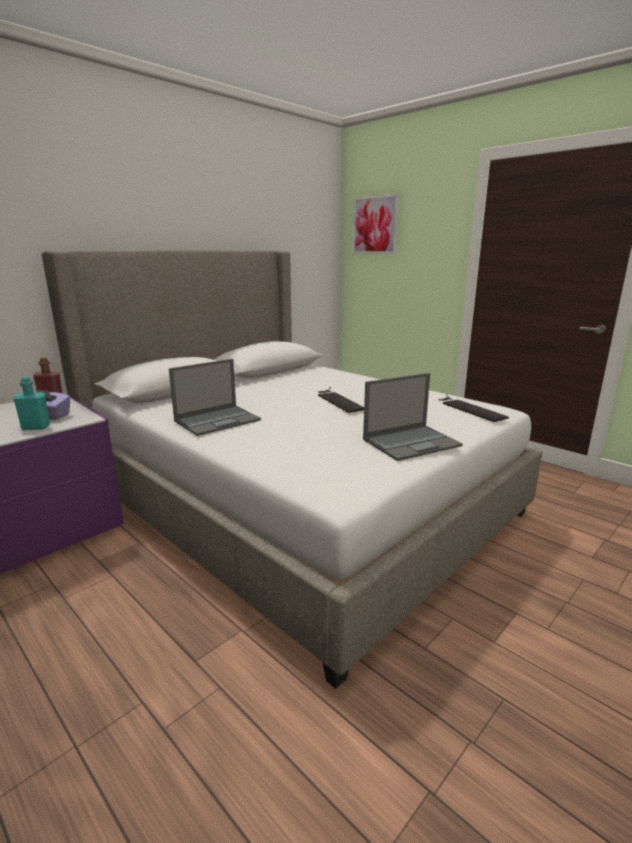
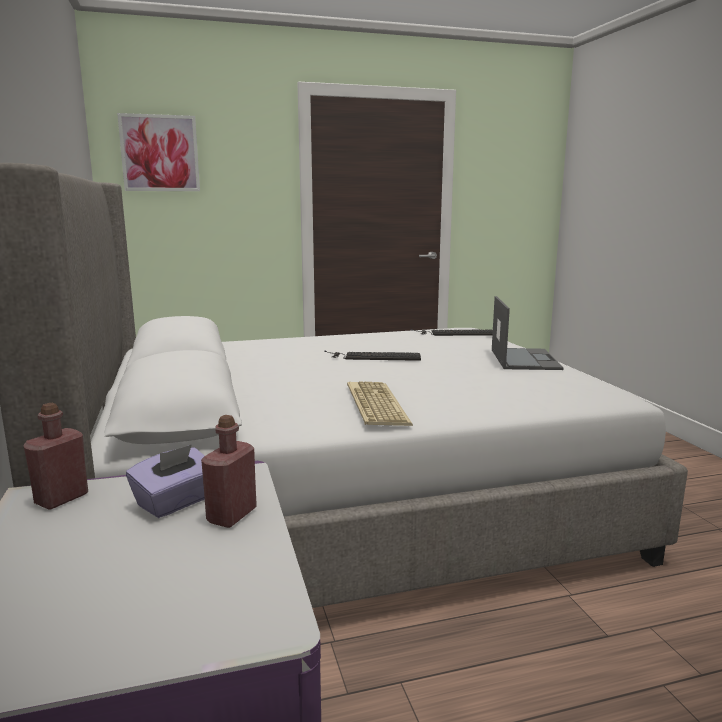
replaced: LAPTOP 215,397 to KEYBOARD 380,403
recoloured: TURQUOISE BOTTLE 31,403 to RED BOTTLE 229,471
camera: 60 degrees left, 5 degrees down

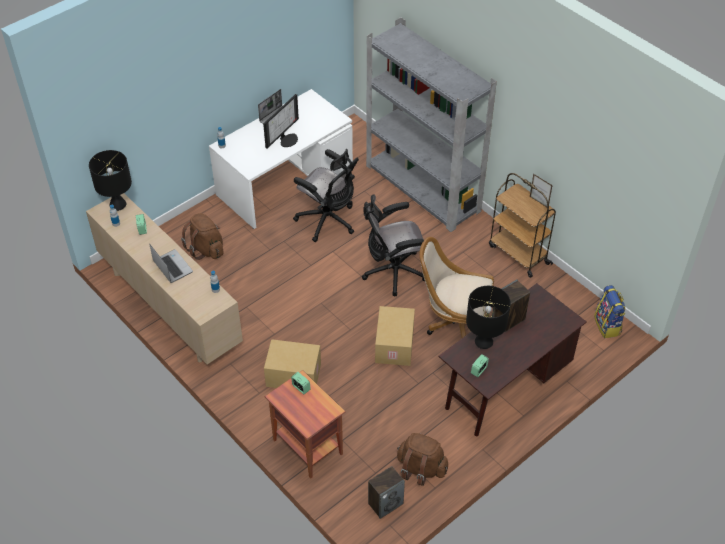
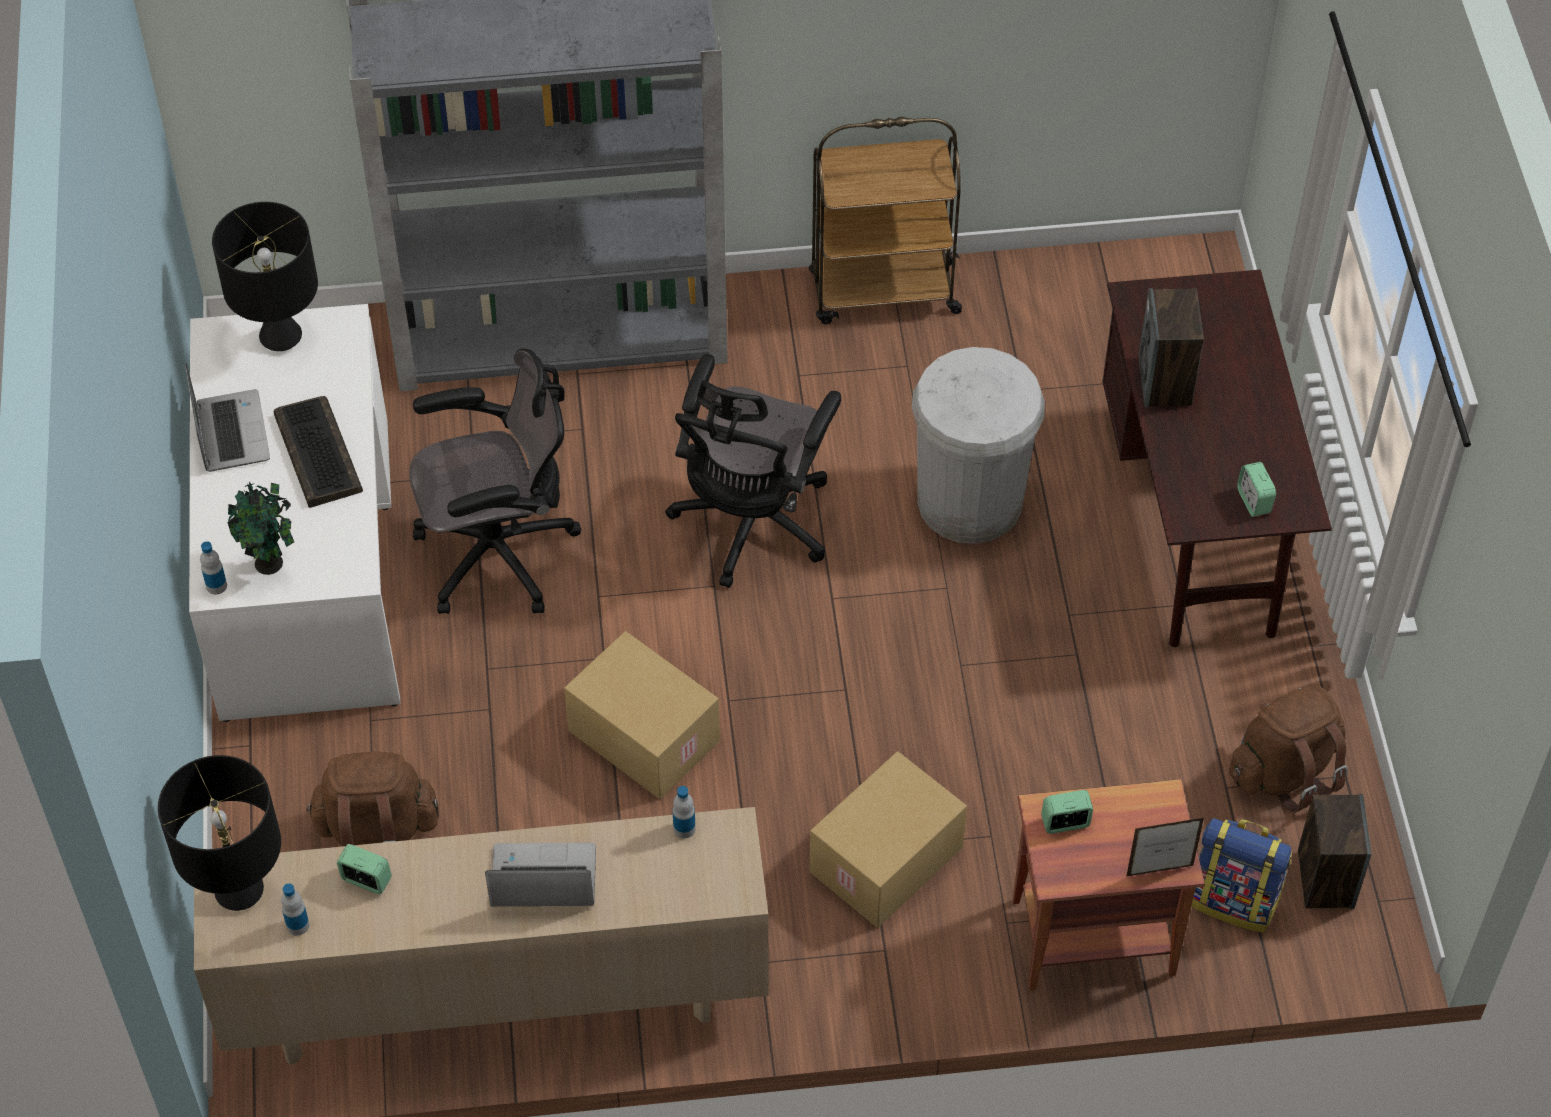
added: POTTED PLANT 261,528
moved: CARDBOARD BOX 395,336 to 642,715; BLACK TABLE LAMP 488,317 to 265,276; PICTURE FRAME 541,190 to 1165,847; BACKPACK 610,311 to 1241,875
replaced: MONITOR 281,121 to KEYBOARD 318,452; OFFICE CHAIR 457,287 to WHITE TRASH CAN 978,445
camera: 55 degrees left, 5 degrees up

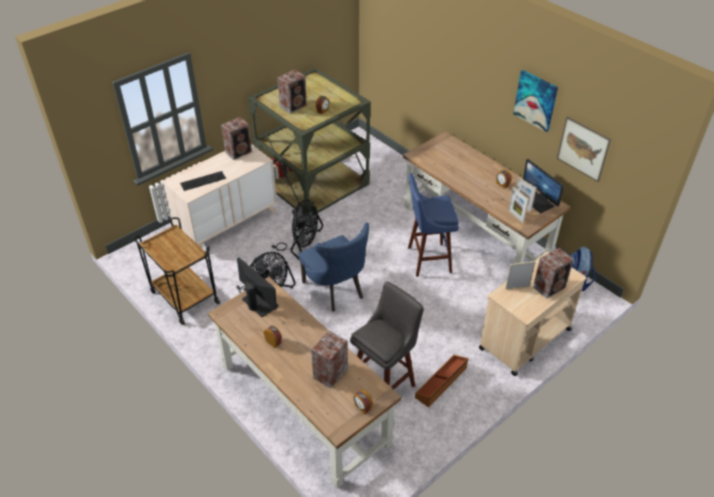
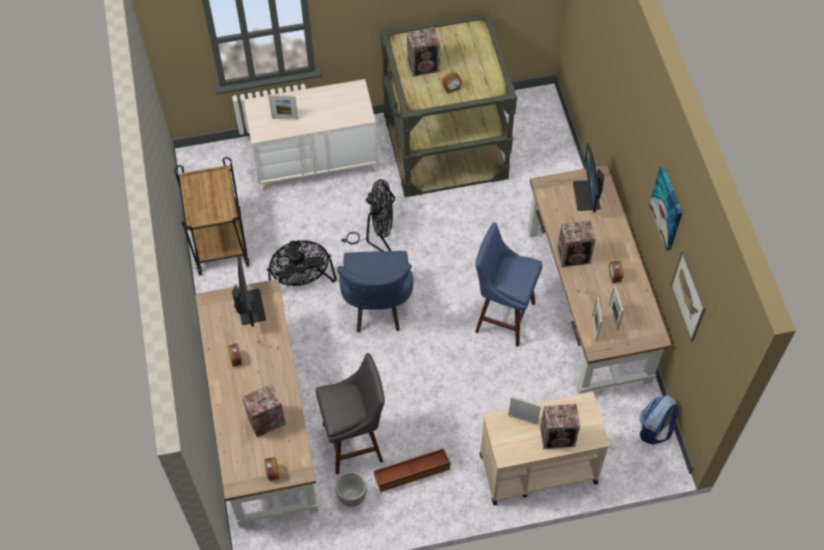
added: PLANTER 351,489
moved: SPEAKER 236,138 to 576,243; MONITOR 543,186 to 588,178
replaced: KEYBOARD 203,181 to PICTURE FRAME 283,107
turned: BLACK FAN 297,229 = 368,215 45 degrees counterclockwise
camera: 30 degrees right, 15 degrees up

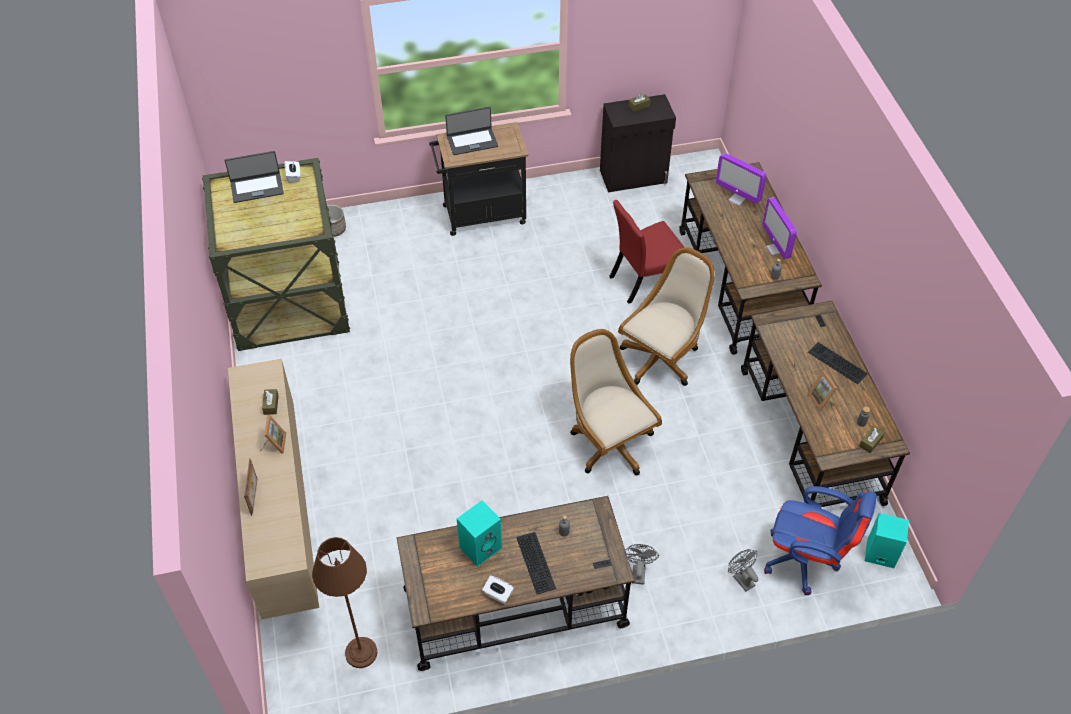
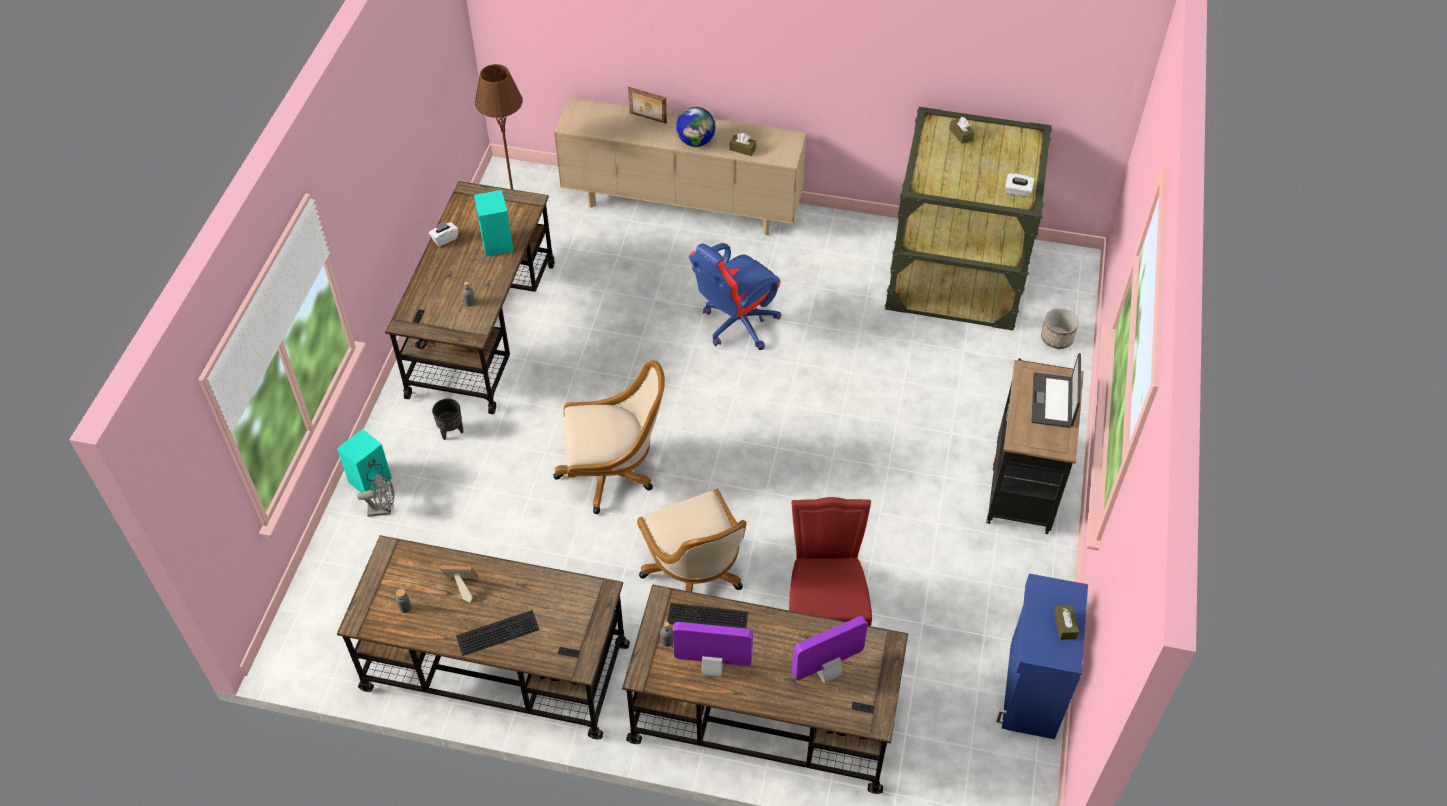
removed: LAPTOP 254,177
moved: KEYBOARD 536,563 to 707,615; BLUE OFFICE CHAIR 820,540 to 735,296; BROWN TISSUE BOX 872,439 to 961,130; TURQUOISE SPEAKER 887,540 to 364,461
replaced: PICTURE FRAME 273,434 to GLOBE 695,127; GREY FAN 642,564 to BLACK PLANTER 447,419
recoloured: BLACK CABINET 638,143 to BLUE CABINET 1042,656
camera: 115 degrees right, 0 degrees up

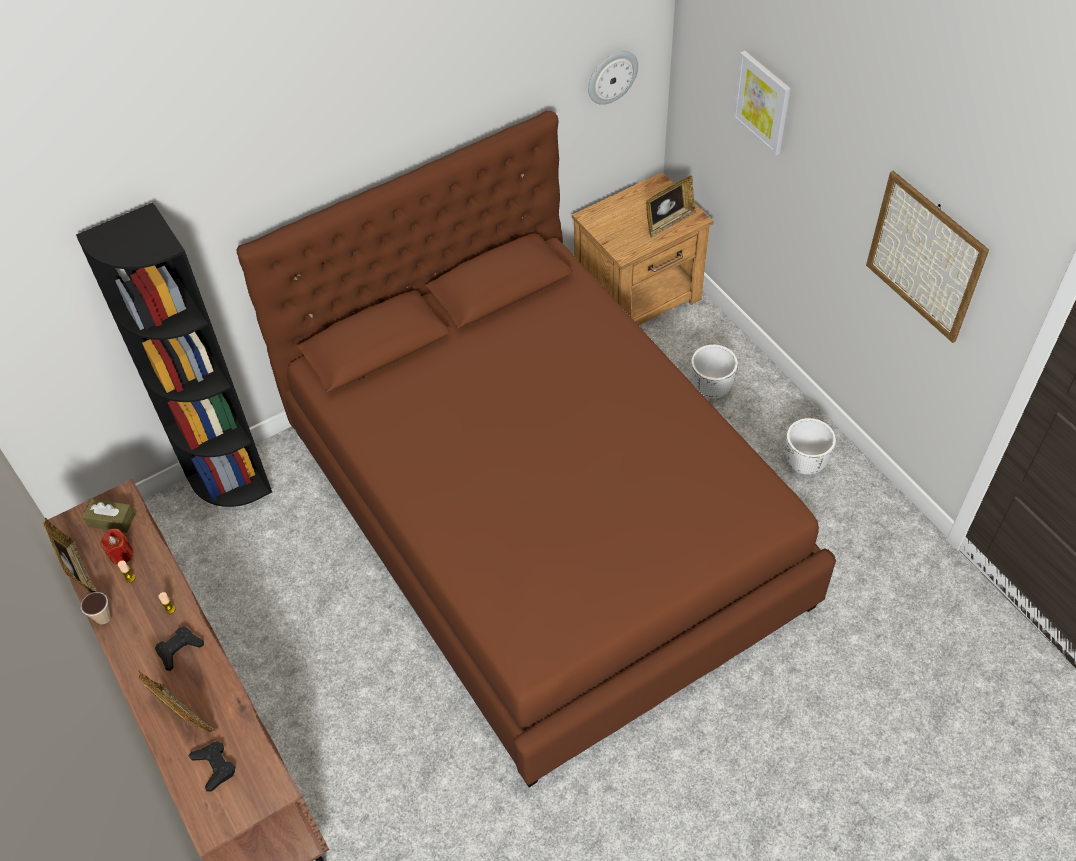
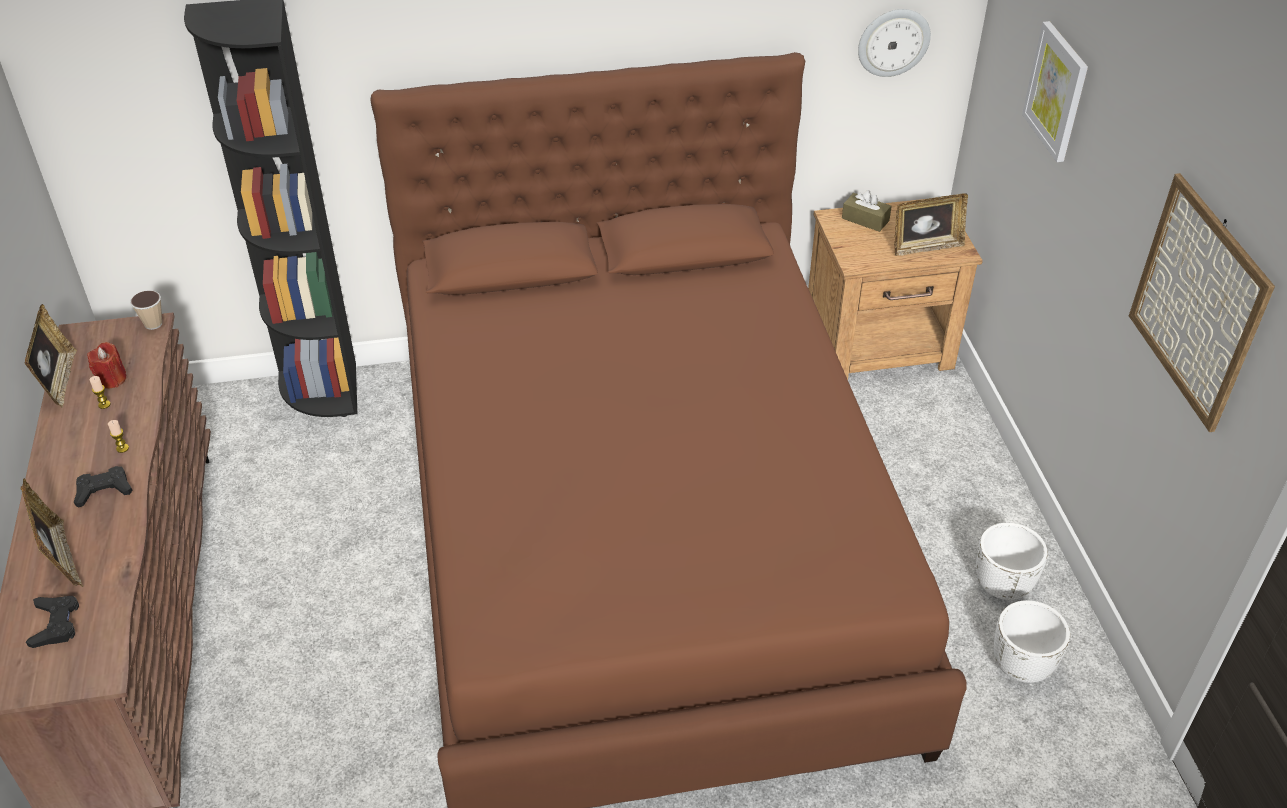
moved: CUP 96,608 to 146,310; BROWN TISSUE BOX 108,516 to 867,211; WHITE PLANTER 714,372 to 1032,641
camera: 20 degrees right, 10 degrees down

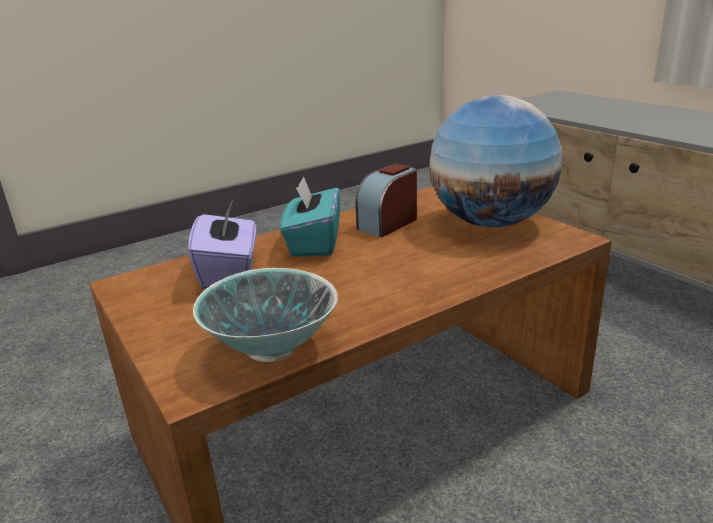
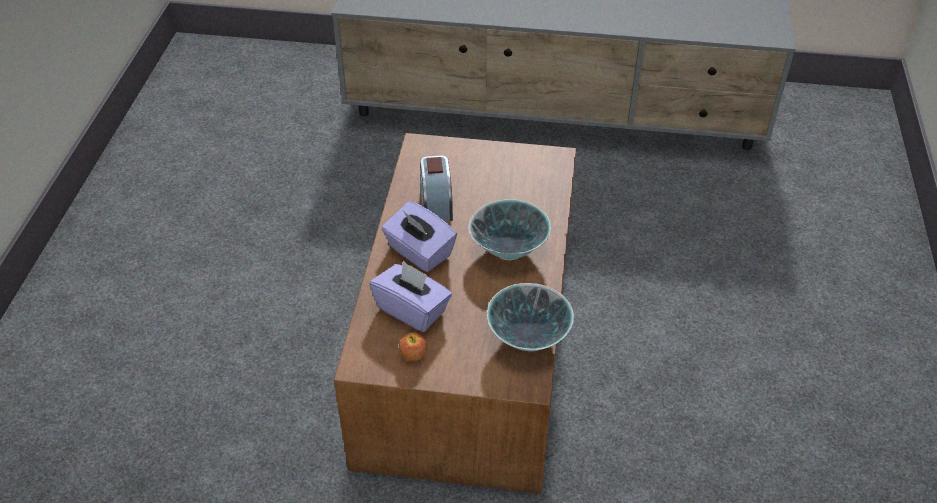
removed: GLOBE 496,161
added: APPLE 413,346; BOWL 509,229
recoloured: TURQUOISE TISSUE BOX 310,216 to PURPLE TISSUE BOX 419,236
camera: 50 degrees left, 20 degrees up

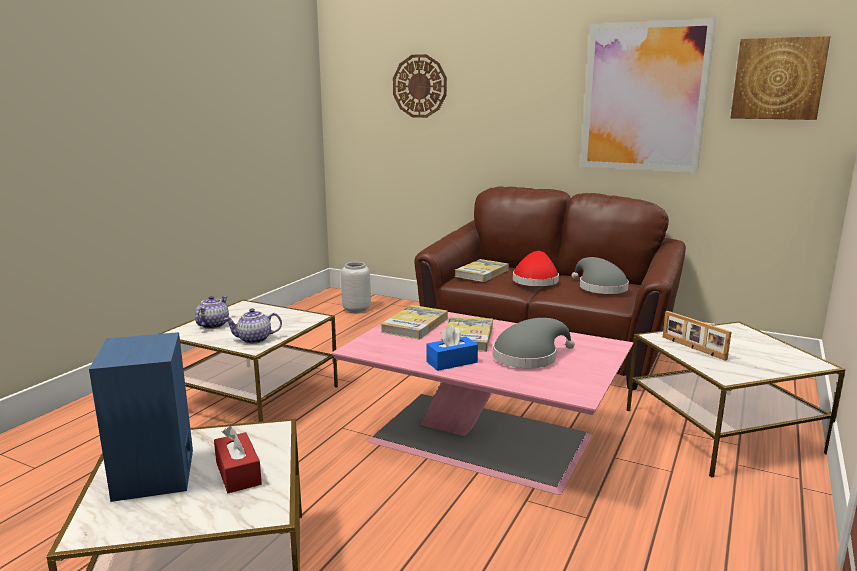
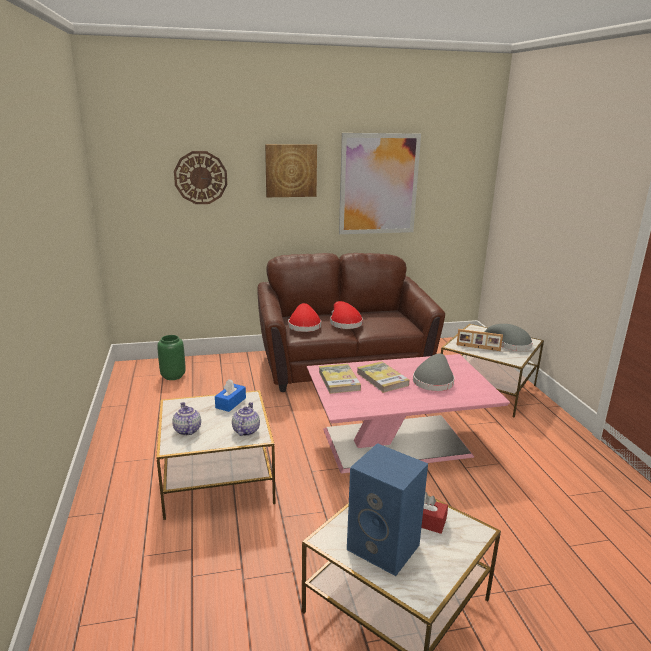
moved: BLUE TISSUE BOX 452,348 to 230,395; GREY HAT 600,275 to 509,337; PICTURE 780,78 to 291,170
replaced: BOOK 481,270 to RED HAT 304,317
recoloured: GREY VASE 356,287 to GREEN VASE 171,357
turned: TEAPOT 253,326 = 246,419 150 degrees clockwise
camera: 40 degrees left, 5 degrees up

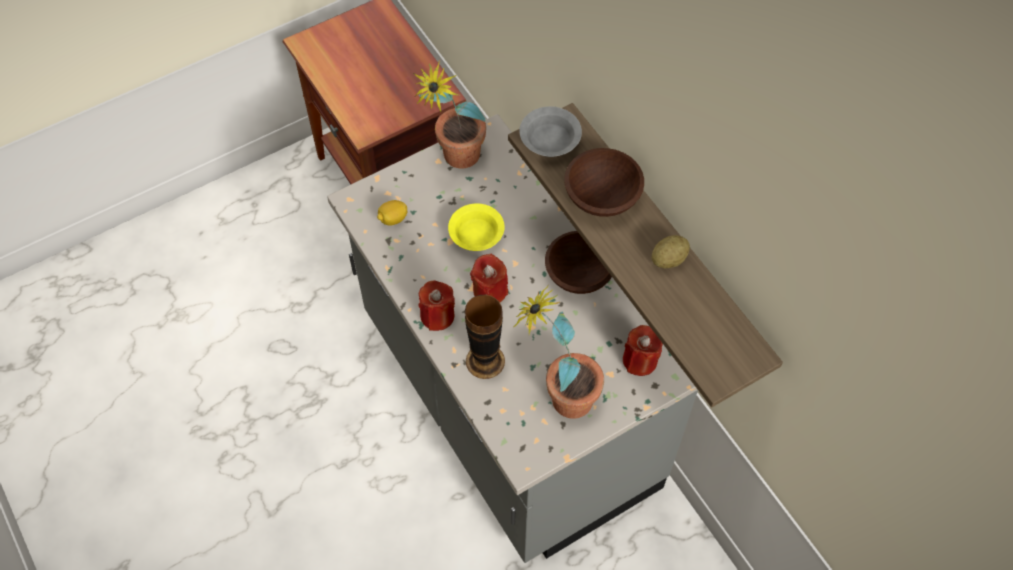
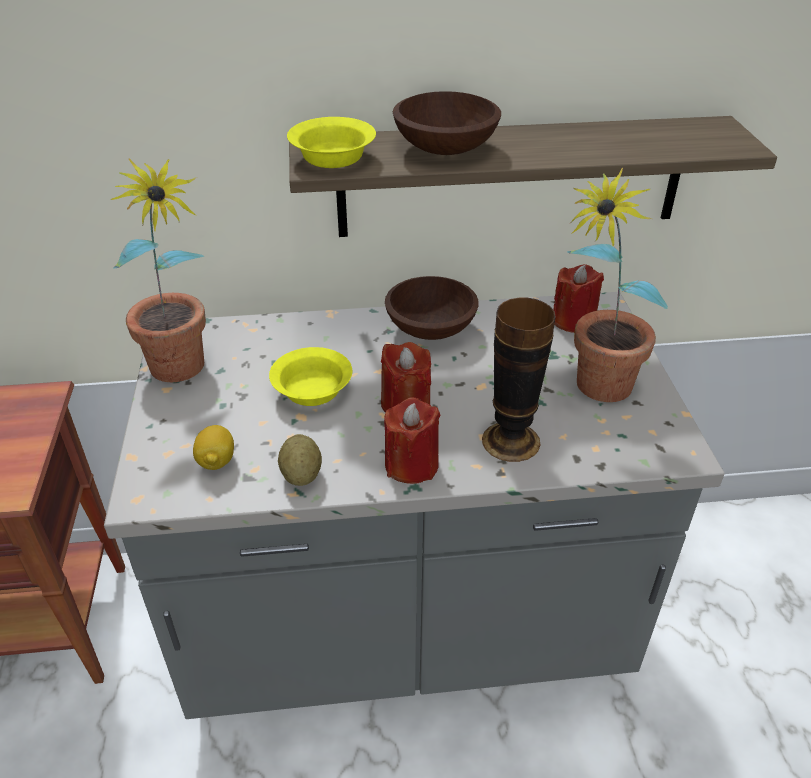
moved: POTATO 671,251 to 300,460
recoloured: GREY BOWL 550,131 to YELLOW BOWL 331,142
camera: 65 degrees left, 20 degrees down

